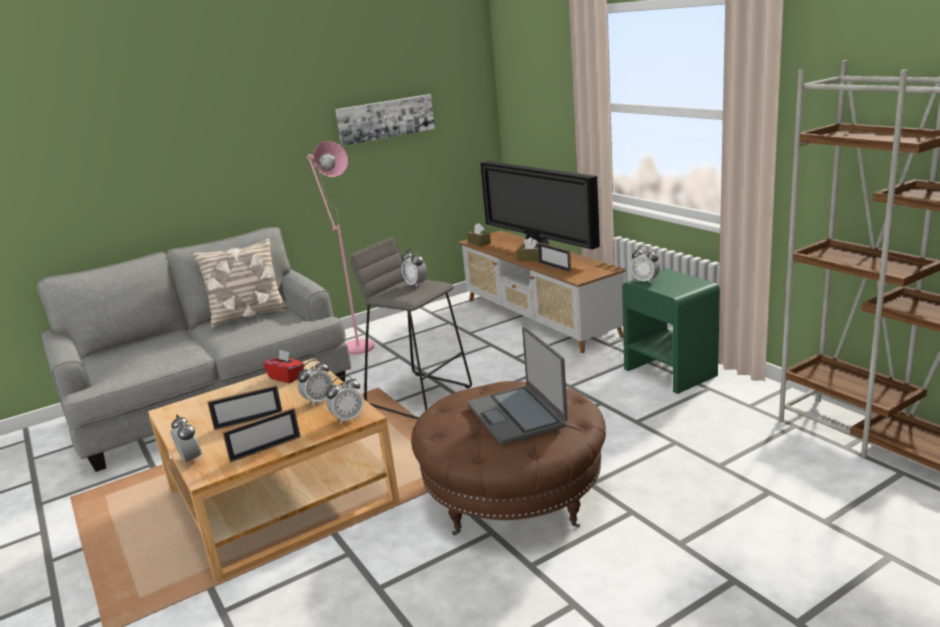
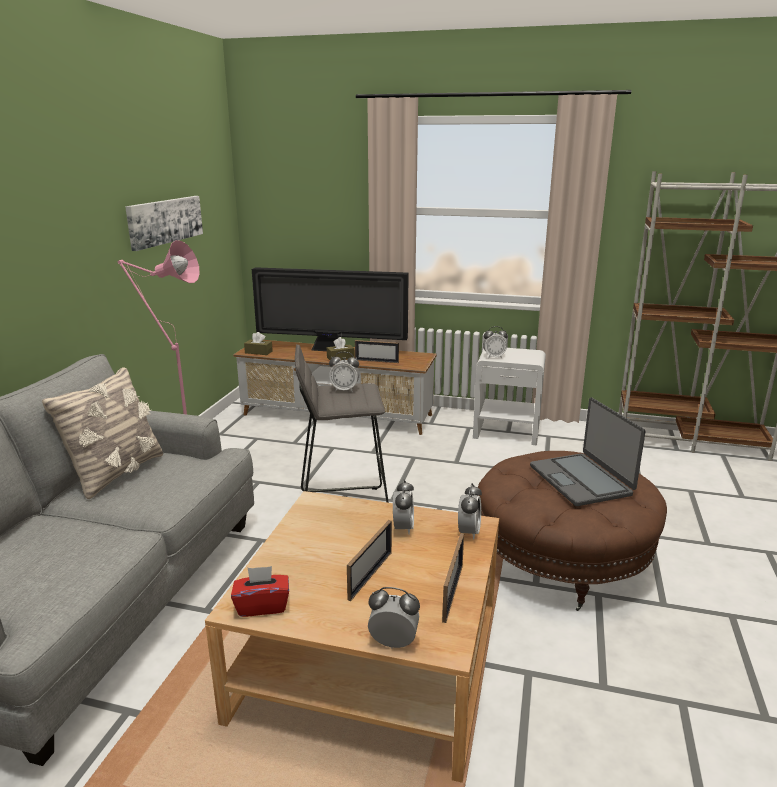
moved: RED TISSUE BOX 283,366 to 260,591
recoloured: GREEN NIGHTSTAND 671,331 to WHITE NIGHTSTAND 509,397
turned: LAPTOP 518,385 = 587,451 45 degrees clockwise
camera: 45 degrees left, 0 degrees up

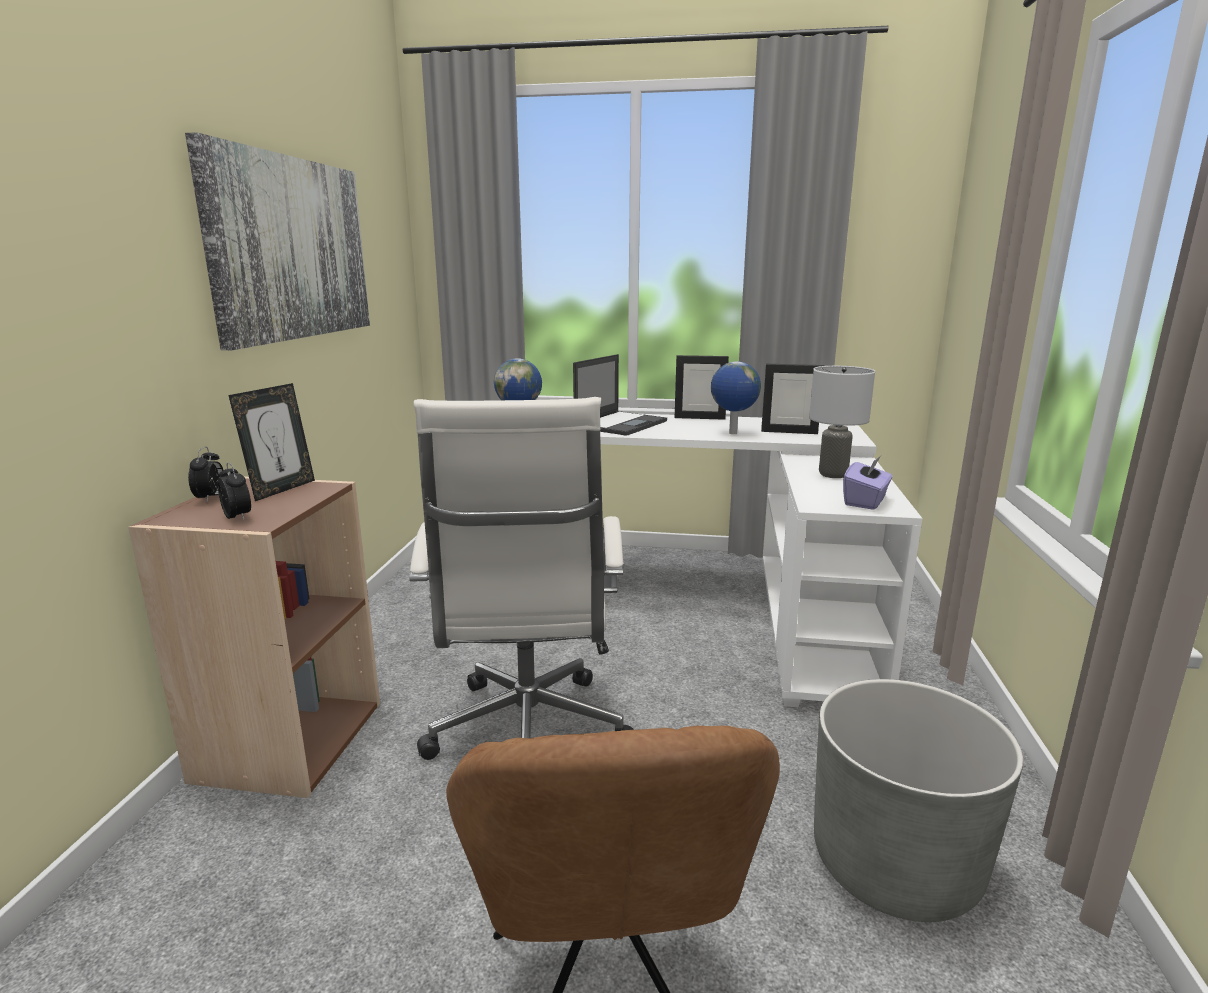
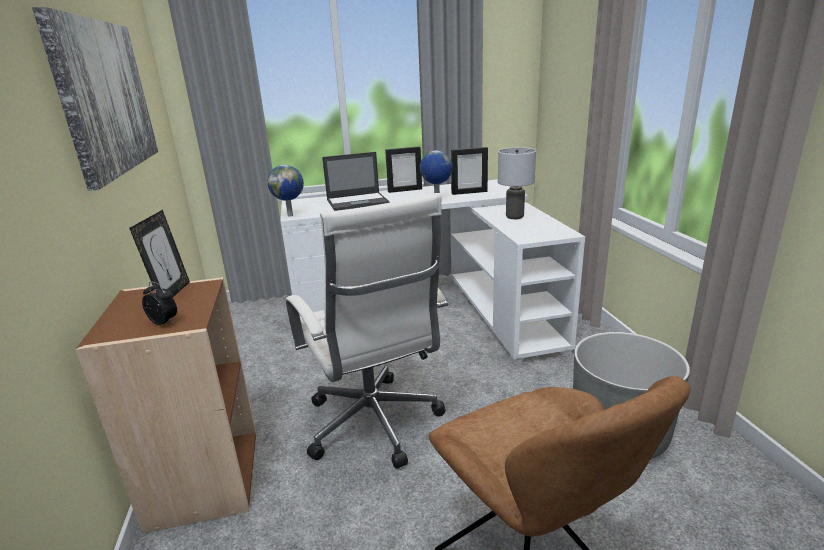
removed: ALARM CLOCK 205,474; PURPLE TISSUE BOX 868,483
turned: LAPTOP 620,395 = 356,181 60 degrees clockwise
camera: 20 degrees left, 5 degrees up

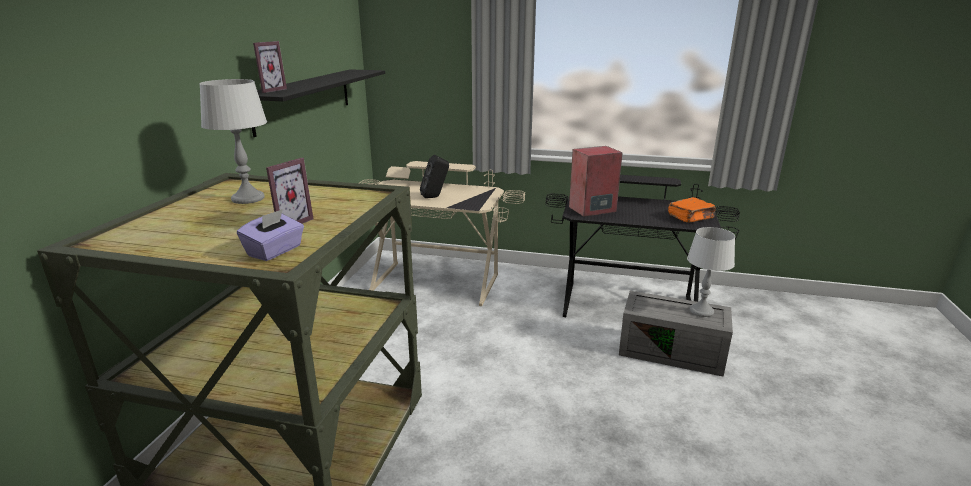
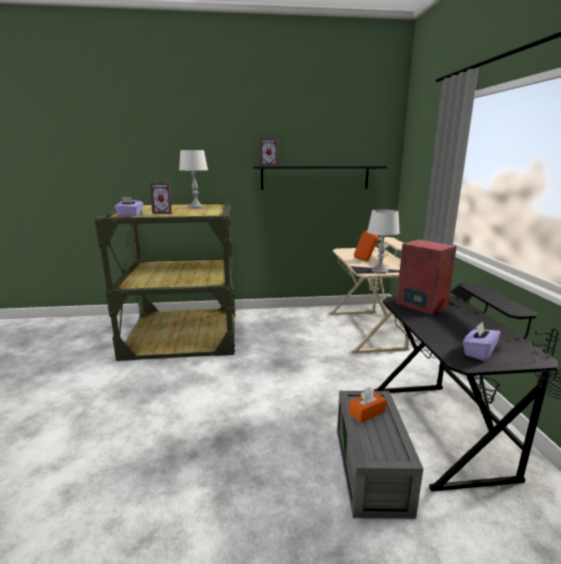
added: ORANGE TISSUE BOX 368,405
moved: GREY TABLE LAMP 711,272 to 383,242
replaced: ORANGE BOOK 692,210 to PURPLE TISSUE BOX 481,341
recoloured: BLACK SPEAKER 434,176 to ORANGE SPEAKER 366,245
camera: 70 degrees right, 5 degrees down

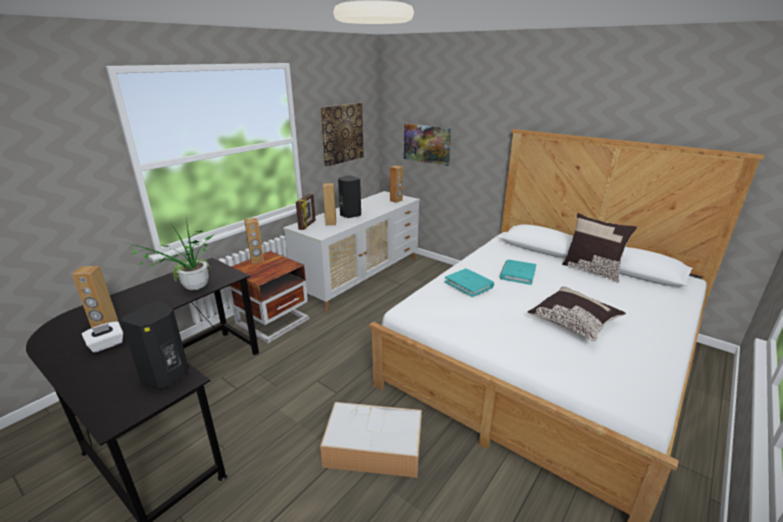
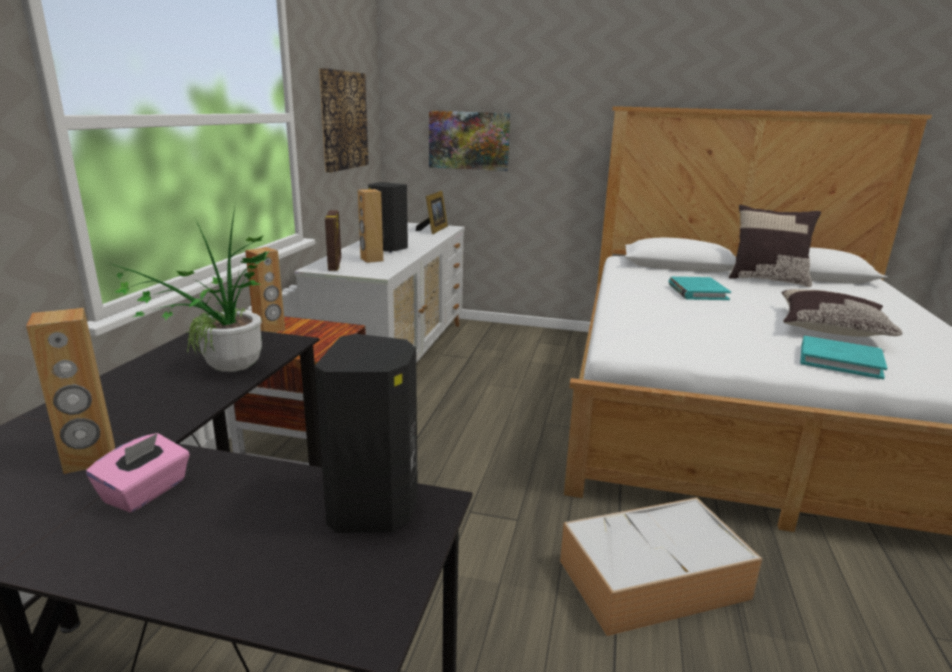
moved: TURQUOISE BOOK 469,282 to 843,357
replaced: BROWN SPEAKER 396,184 to PICTURE FRAME 432,212
recoloured: WHITE TISSUE BOX 102,337 to PINK TISSUE BOX 138,473
camera: 25 degrees left, 5 degrees down

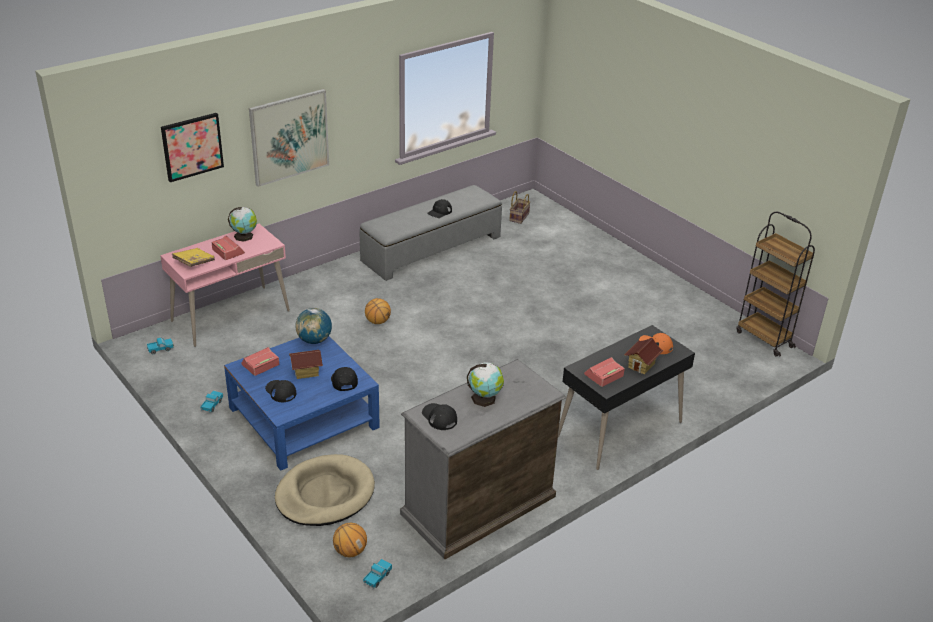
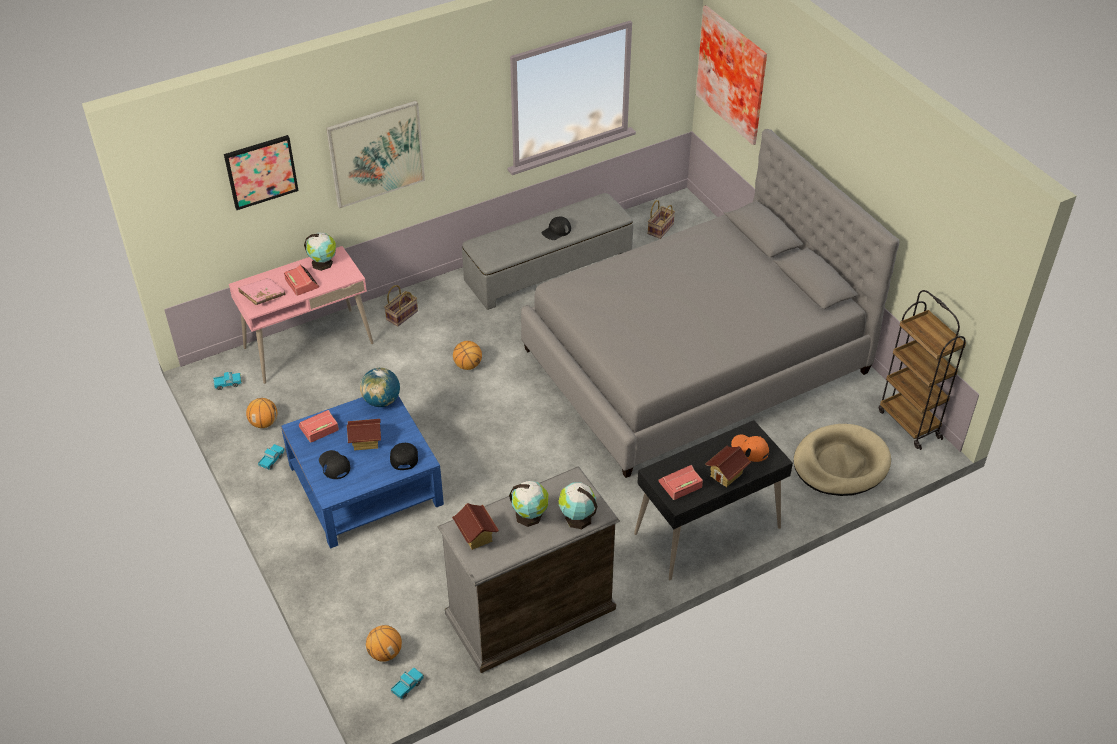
added: BASKETBALL 261,413; BASKET 401,306; GREY BED 710,303; GLOBE 578,506; PICTURE 731,75
moved: BEIGE DOG BED 325,490 to 842,460
replaced: BLACK CAP 439,416 to TOY HOUSE 475,526
recoloured: YELLOW BOOK 193,257 to PINK BOOK 262,291
camera: 10 degrees right, 10 degrees up

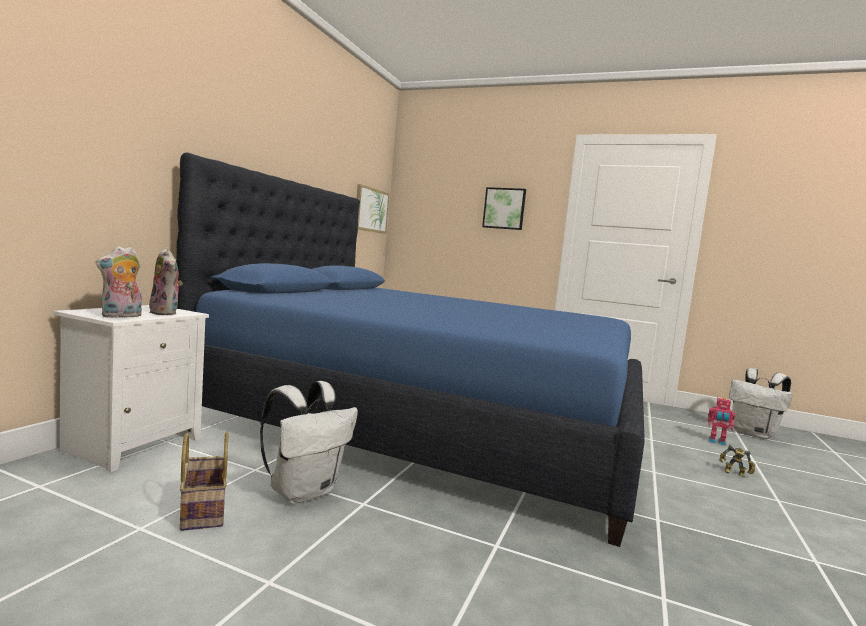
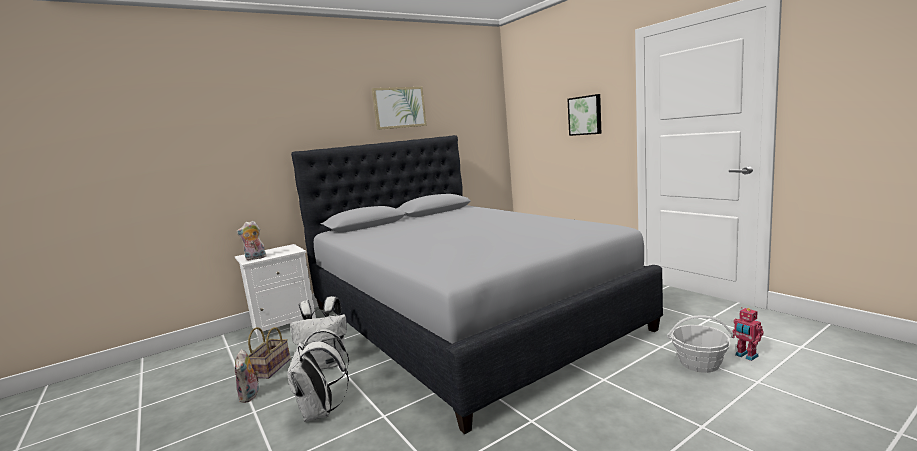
removed: TOY ROBOT 737,461
added: BASKET 700,344
moved: PLUSH TOY 166,281 to 247,376; PICTURE 373,209 to 399,108; WHITE BACKPACK 760,403 to 318,375
recoloured: BLUE BED 410,350 to GREY BED 477,284
camera: 35 degrees right, 5 degrees up

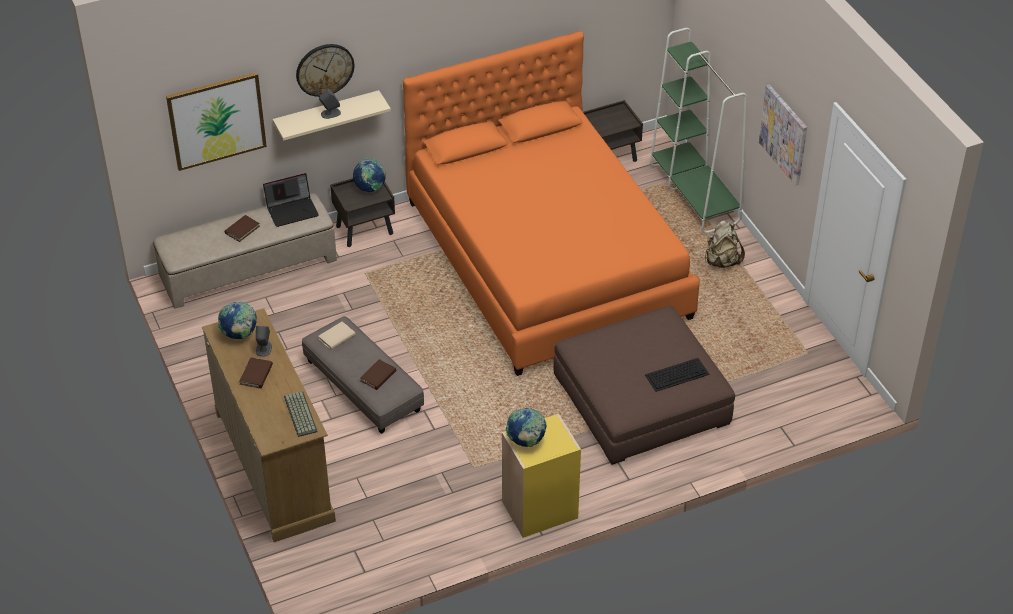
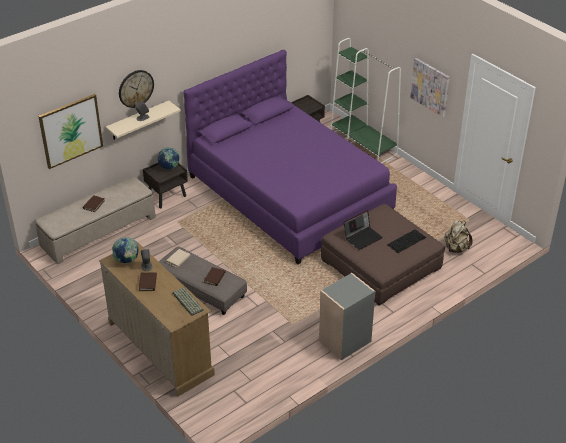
removed: GLOBE 526,427
moved: LAPTOP 291,200 to 363,230; BEIGE BACKPACK 725,244 to 459,237
recoloured: ORANGE BED 551,203 to PURPLE BED 290,157; YELLOW BOOKCASE 541,475 to GREY BOOKCASE 347,316
camera: 15 degrees left, 5 degrees down

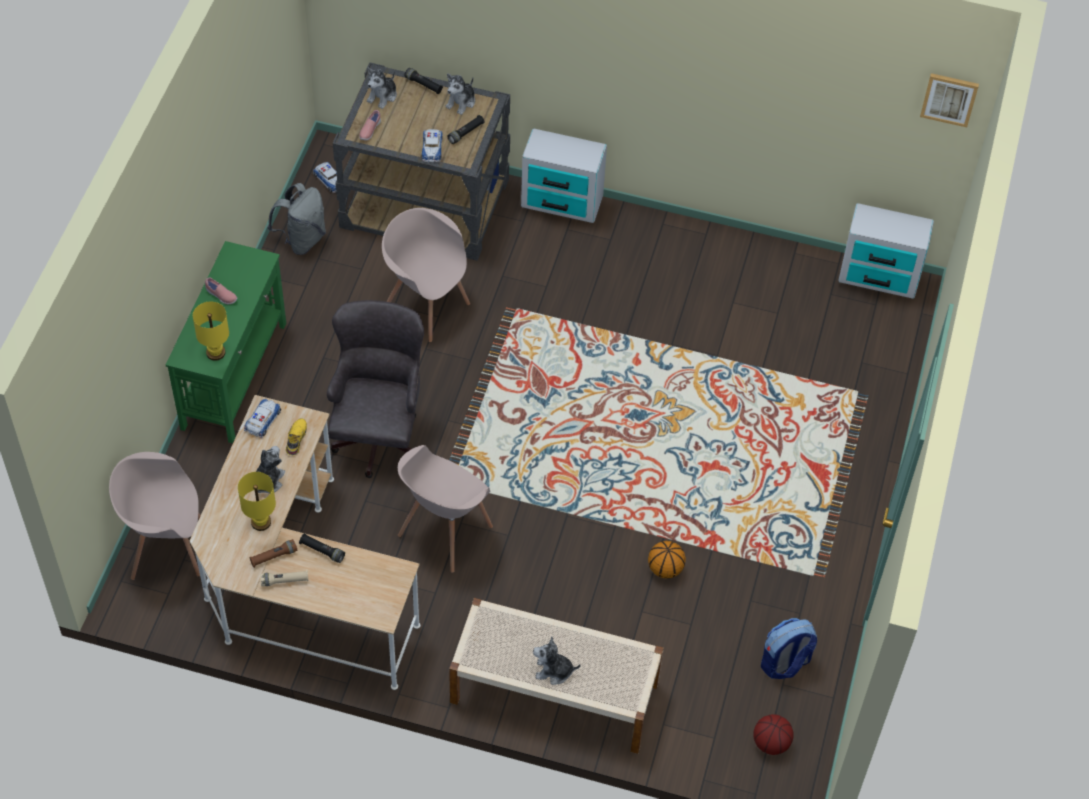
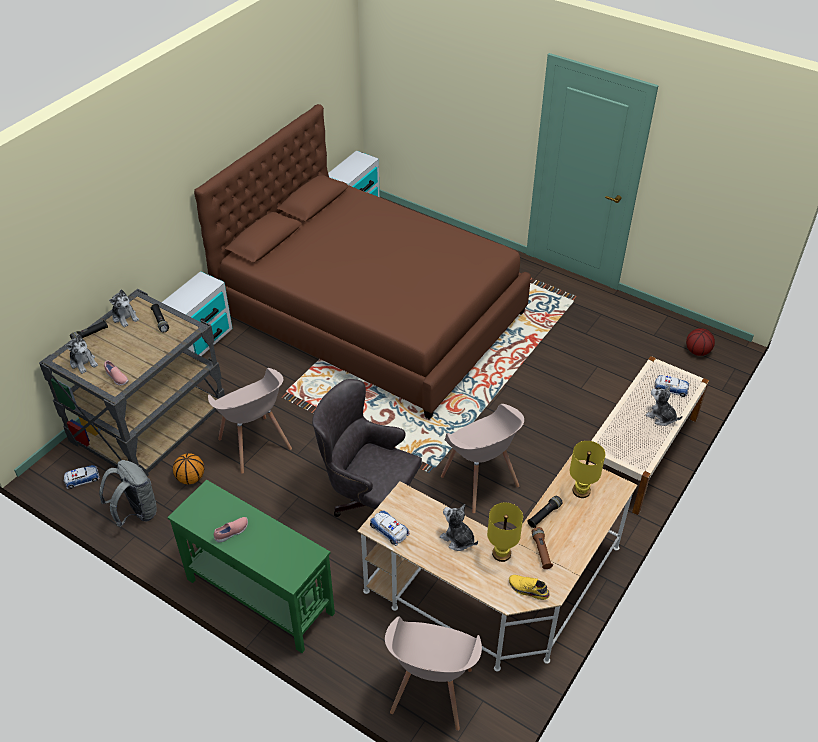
removed: BEIGE FLASHLIGHT 284,578; BACKPACK 789,648; PICTURE 949,100
added: BROWN BED 362,262
moved: YELLOW TABLE LAMP 211,331 to 587,469; YELLOW SHOE 296,436 to 529,587; TOY CAR 432,145 to 671,386; BASKETBALL 667,560 to 188,468
turned: BEIGE CHAIR 426,275 = 250,421 90 degrees counterclockwise; PLUSH TOY 557,660 = 664,406 105 degrees clockwise
camera: 70 degrees left, 10 degrees down

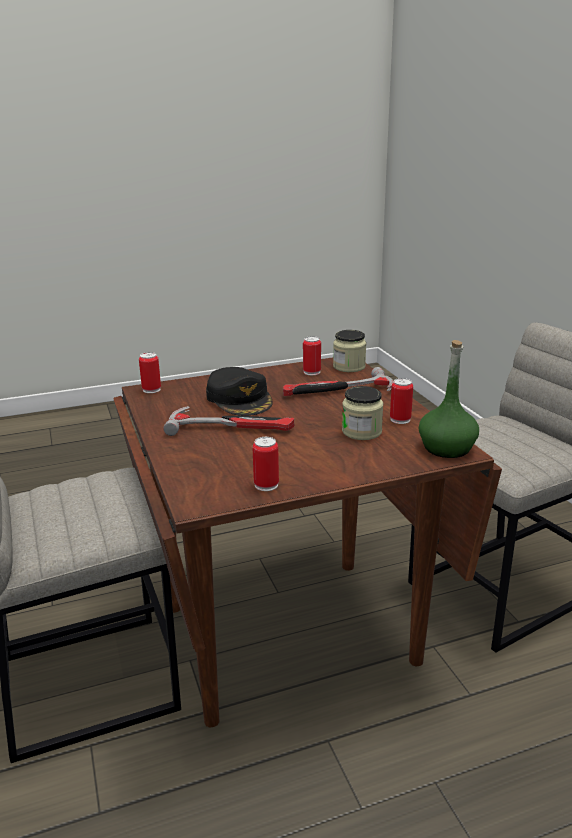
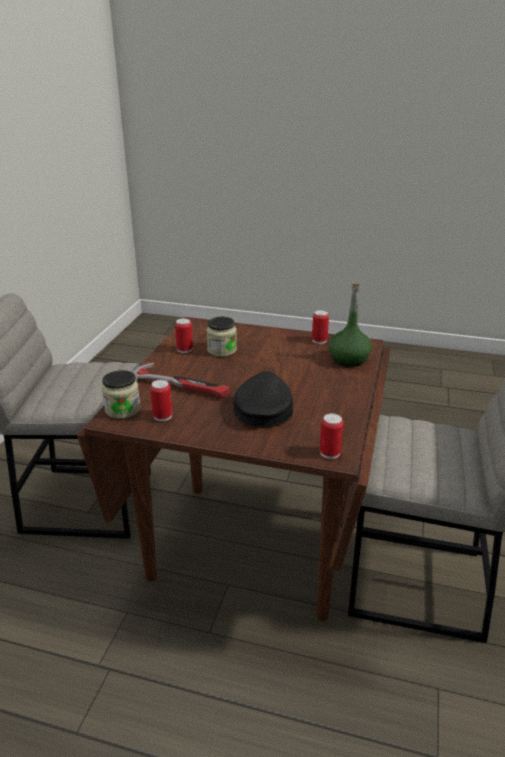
removed: HAMMER 228,421
moved: GREEN BOTTLE 449,399 to 350,325
camera: 145 degrees left, 5 degrees up

